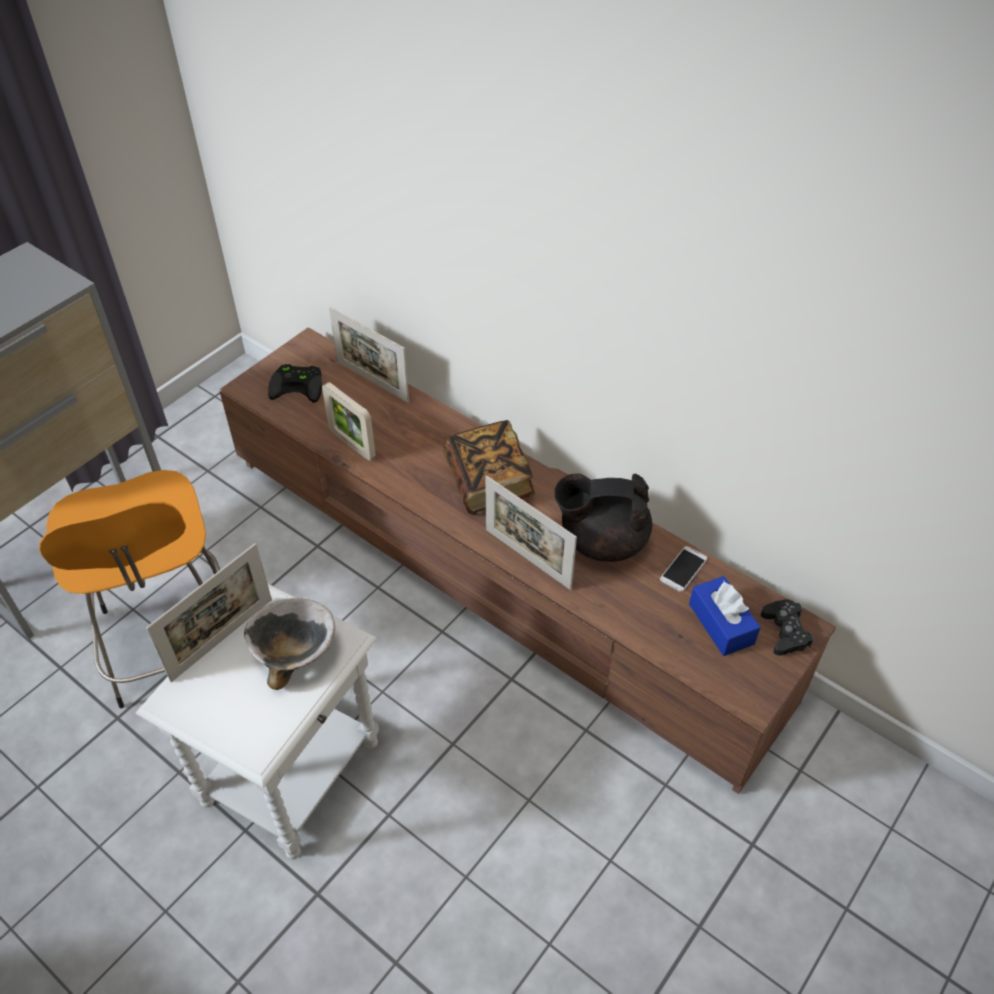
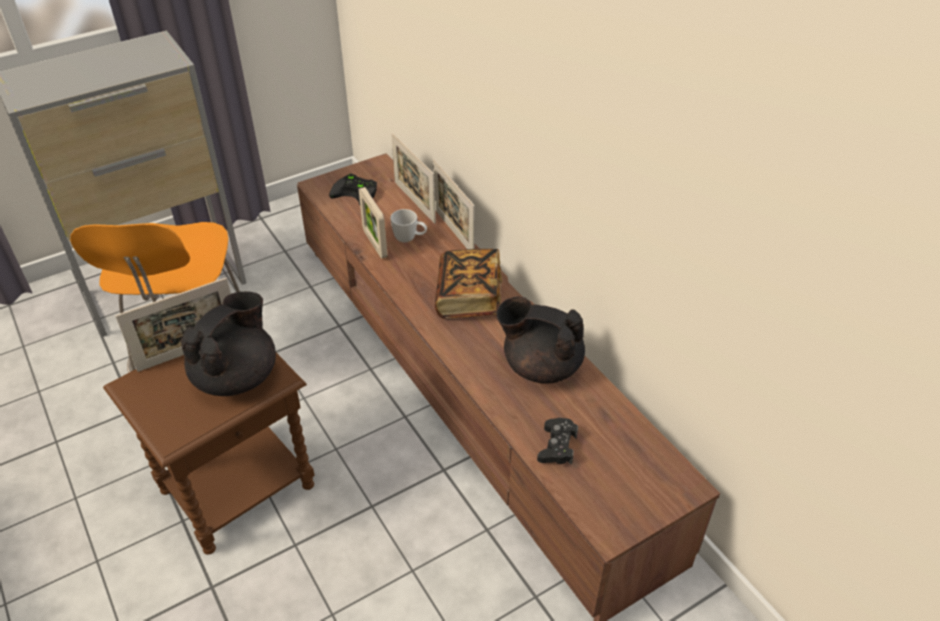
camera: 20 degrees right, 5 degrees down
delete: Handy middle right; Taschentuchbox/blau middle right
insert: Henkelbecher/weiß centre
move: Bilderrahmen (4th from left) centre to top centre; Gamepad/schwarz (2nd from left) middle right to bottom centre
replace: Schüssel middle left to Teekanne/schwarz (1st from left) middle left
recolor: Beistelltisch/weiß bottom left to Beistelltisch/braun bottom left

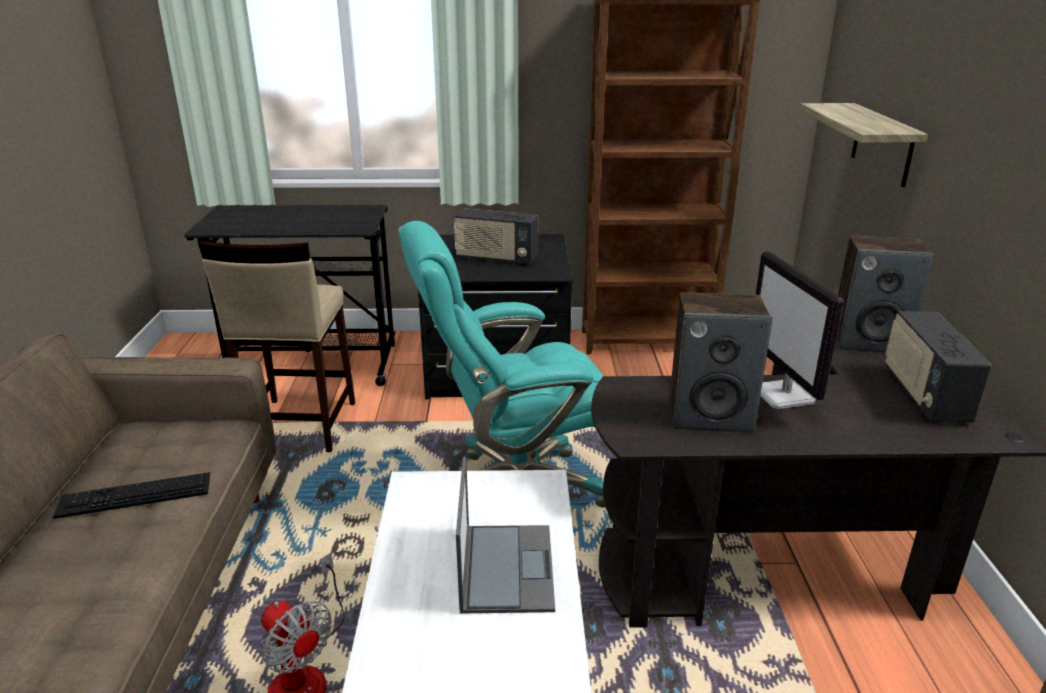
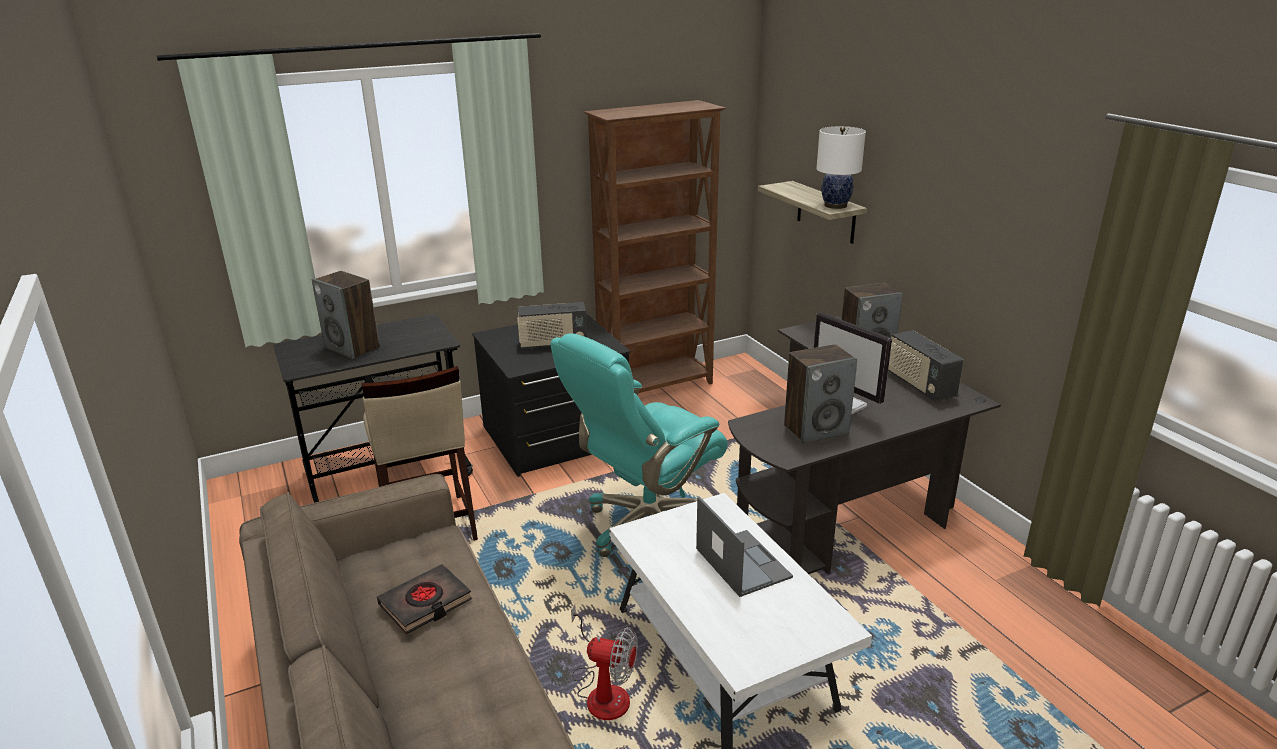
camera: 25 degrees left, 0 degrees up
insert: Lautsprecher (1st from left) middle left; Tischlampe/weiß top centre
replace: Tastatur bottom left to Buch/schwarz bottom left

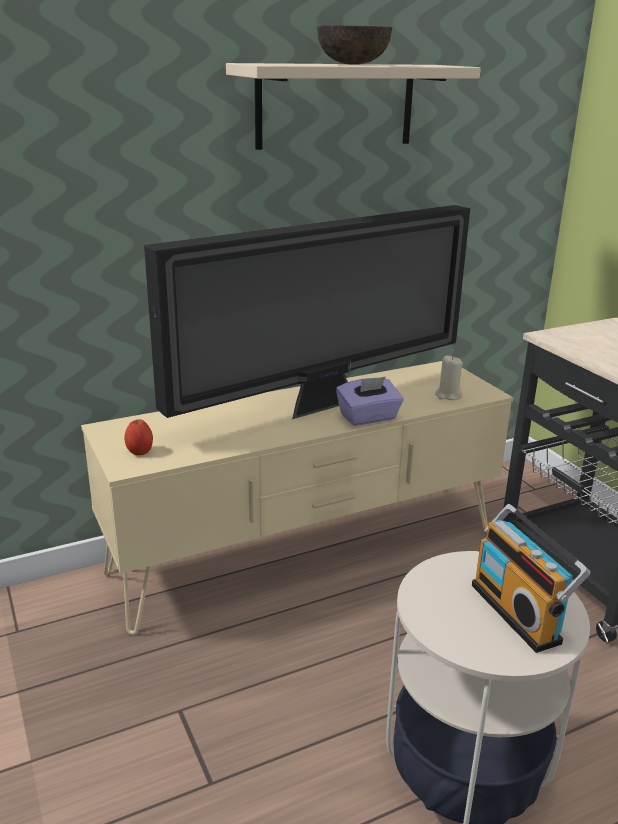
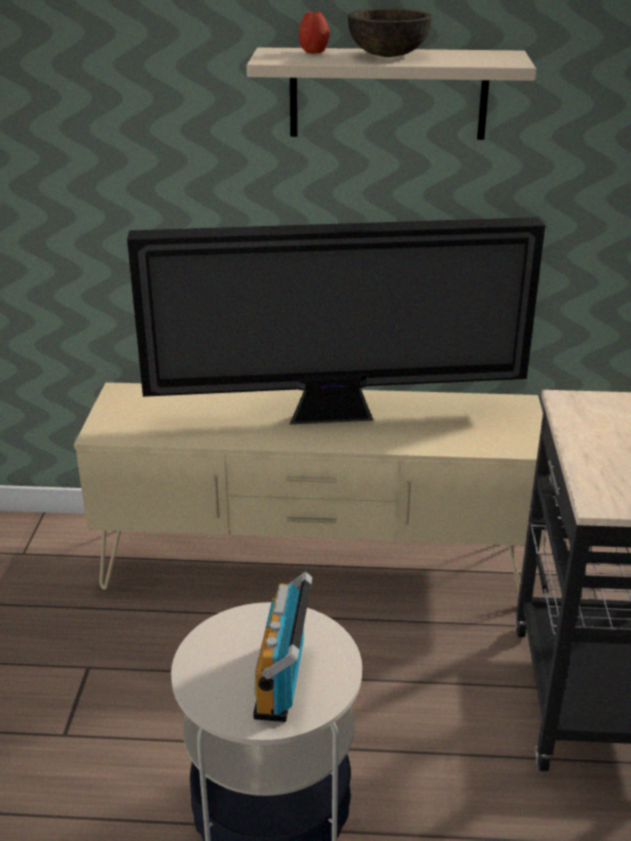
camera: 30 degrees right, 5 degrees up
delete: Taschentuchbox/lila centre; Kerze/beige middle right
move: Apfel middle left to top centre

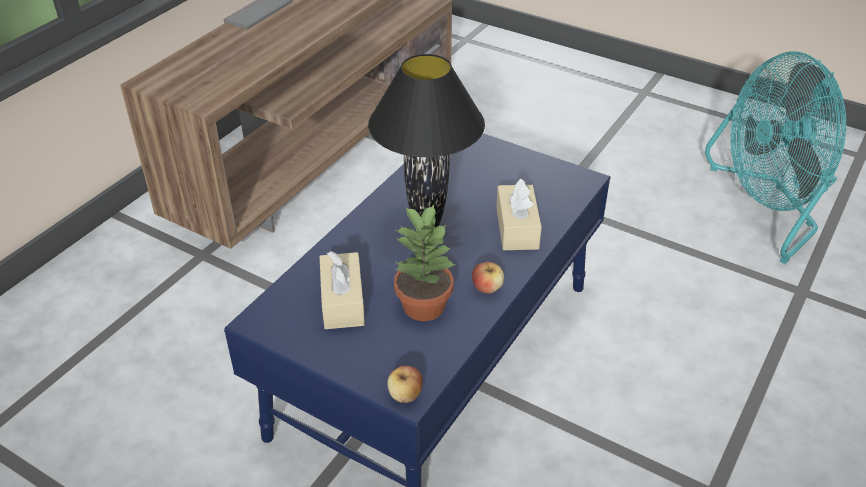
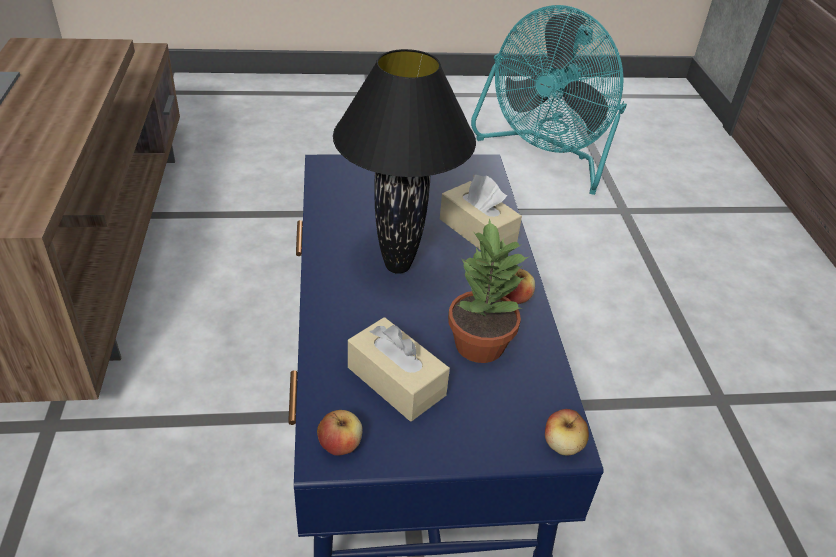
camera: 40 degrees left, 0 degrees up
insert: Apfel (1st from left) bottom centre

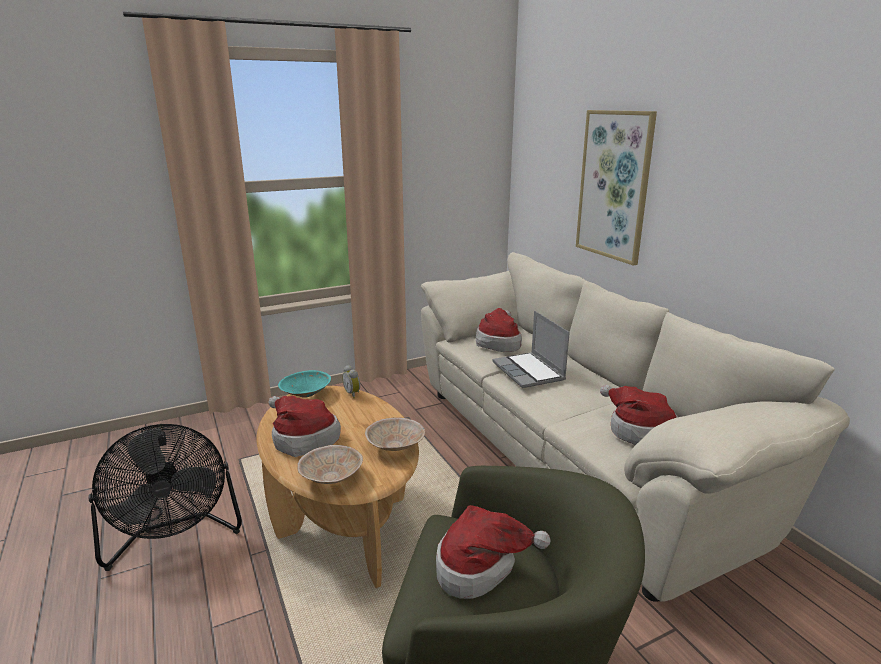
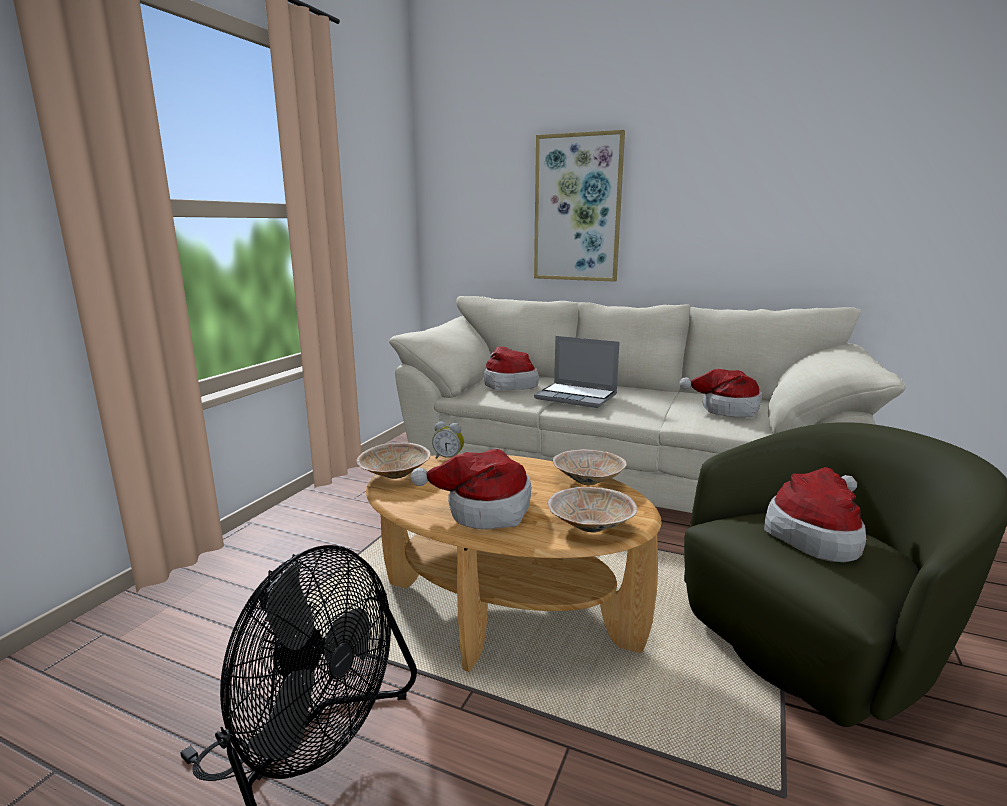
camera: 40 degrees left, 5 degrees down
recolor: Schüssel/türkis centre to Schüssel/beige (1st from left) centre

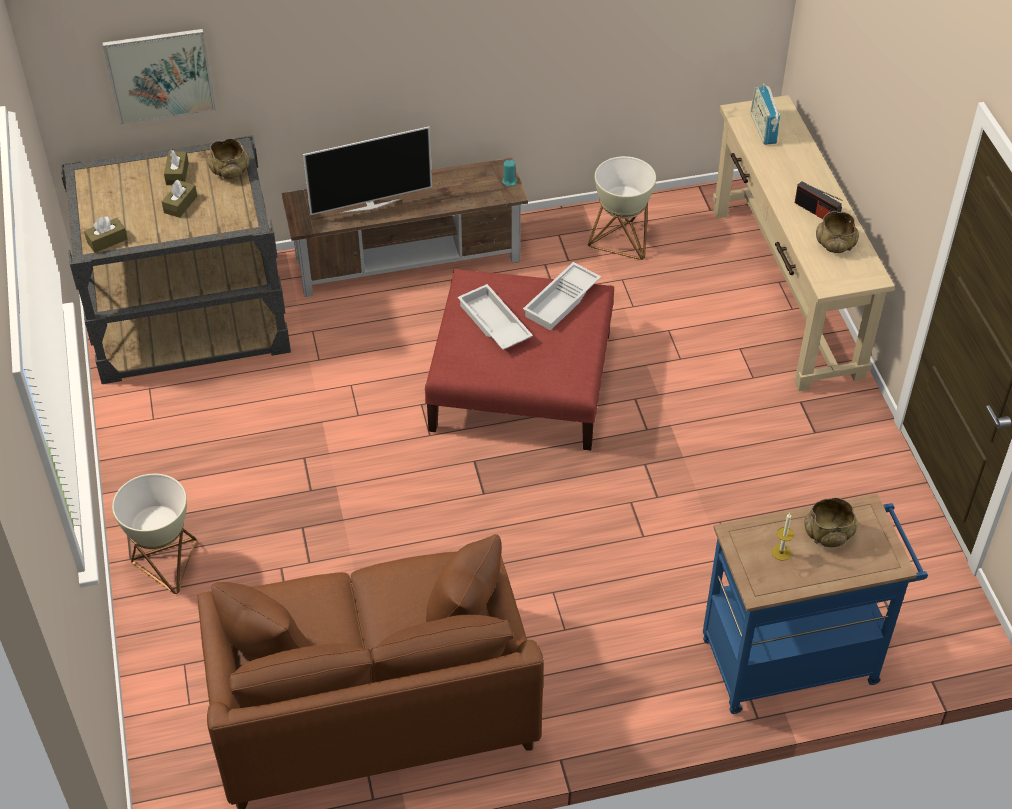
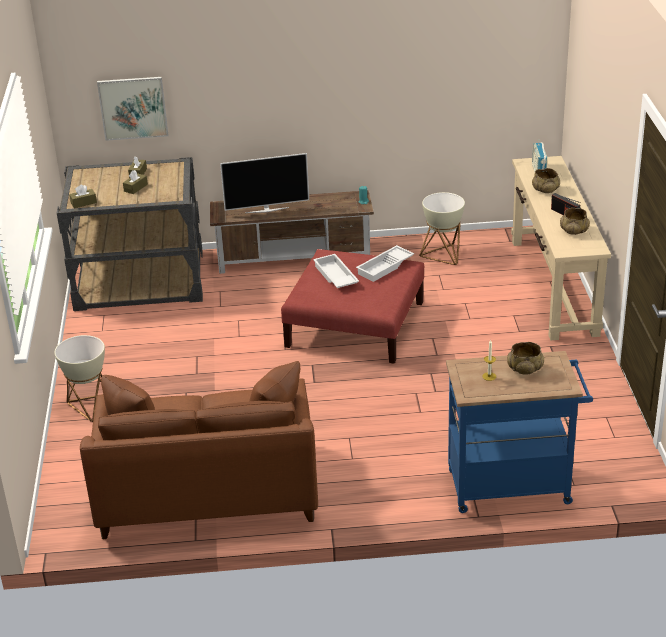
camera: 10 degrees right, 15 degrees down
move: Schüssel/beige (1st from left in the first image) top left to Schüssel/beige (2nd from left) top right

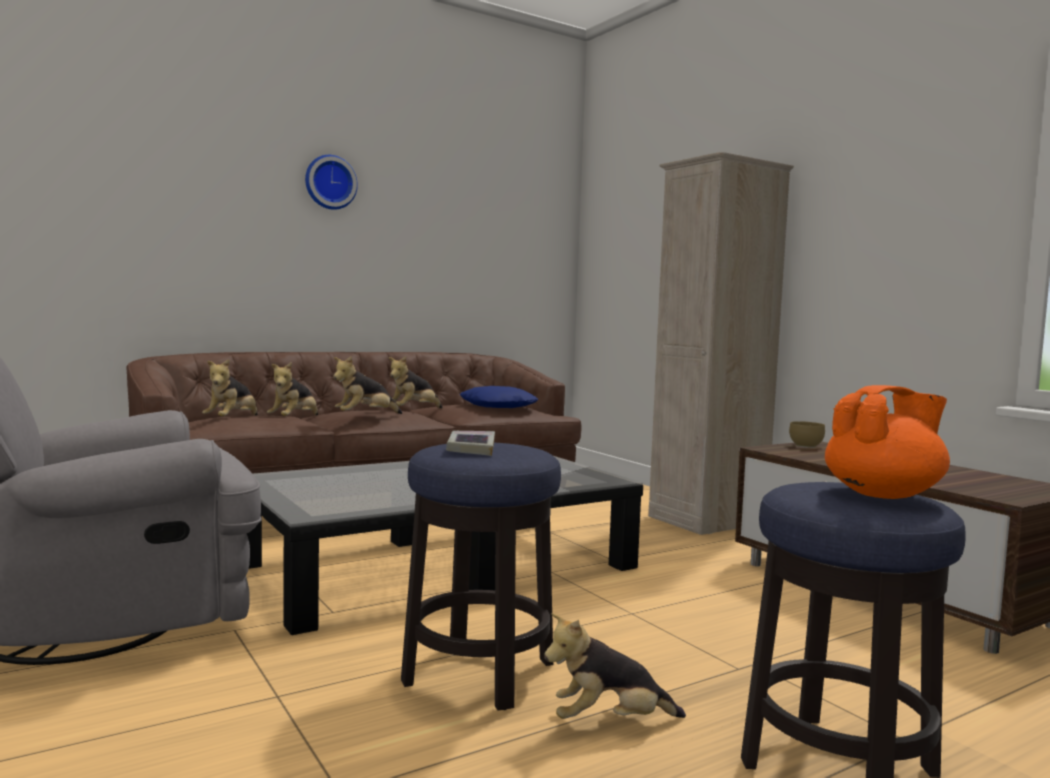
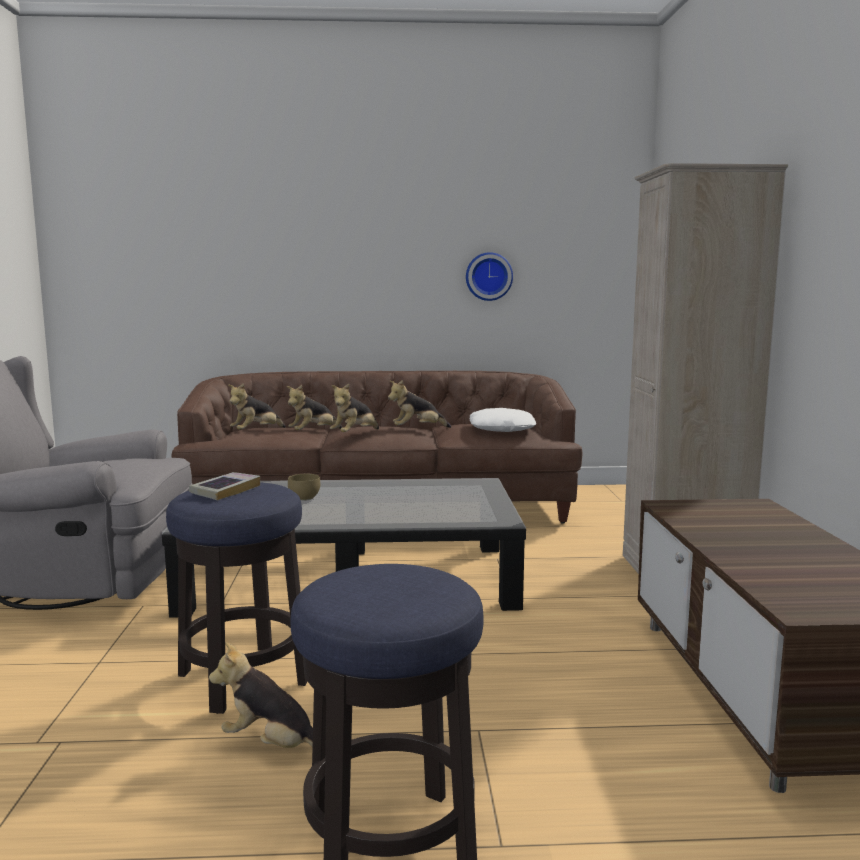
camera: 30 degrees right, 5 degrees up
delete: Teekanne/orange middle right
move: Wanduhr top left to top centre; Schüssel/braun middle right to centre
recolor: Kissen/blau centre to Kissen/weiß centre
rotate: Plüschtier (3rd from left in the first image) centre = centre 45 degrees counterclockwise

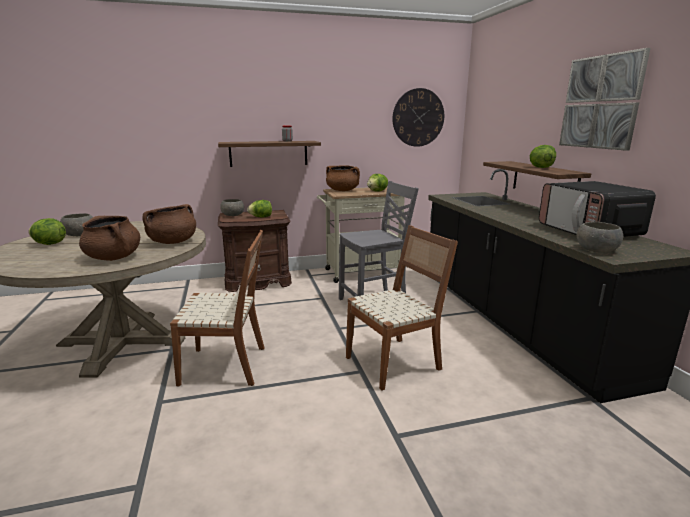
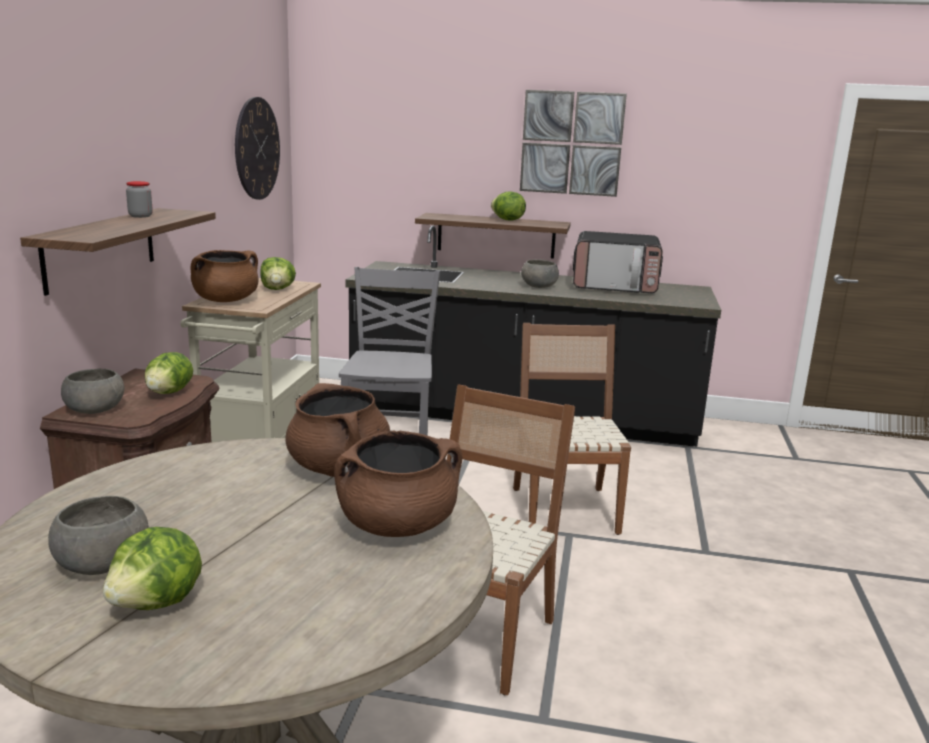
camera: 65 degrees left, 0 degrees up
move: Schüssel/grau (3rd from left) middle right to centre

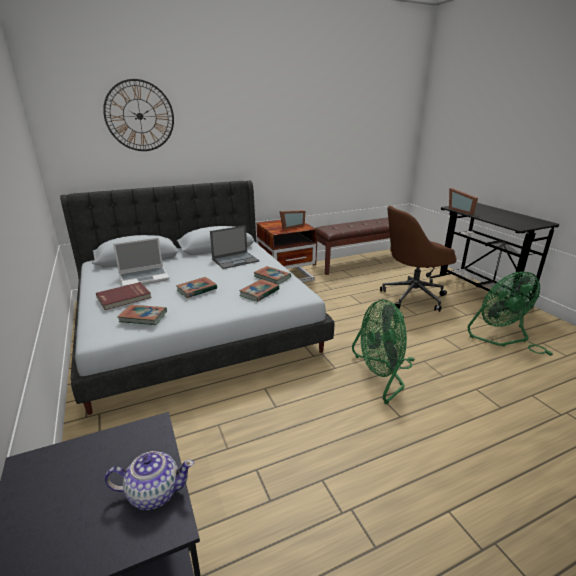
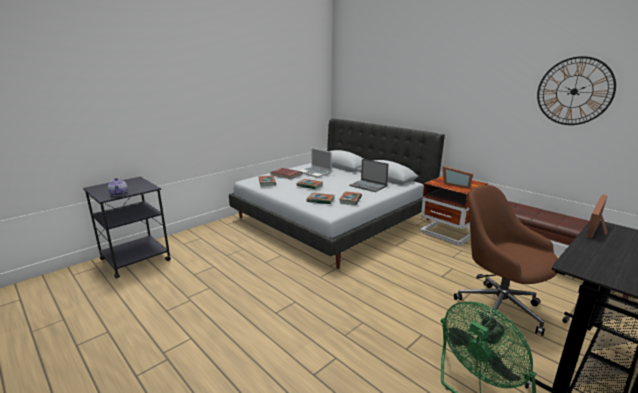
camera: 70 degrees right, 5 degrees down
delete: Ventilator/grün (1st from left) centre
move: Wanduhr top left to top right

